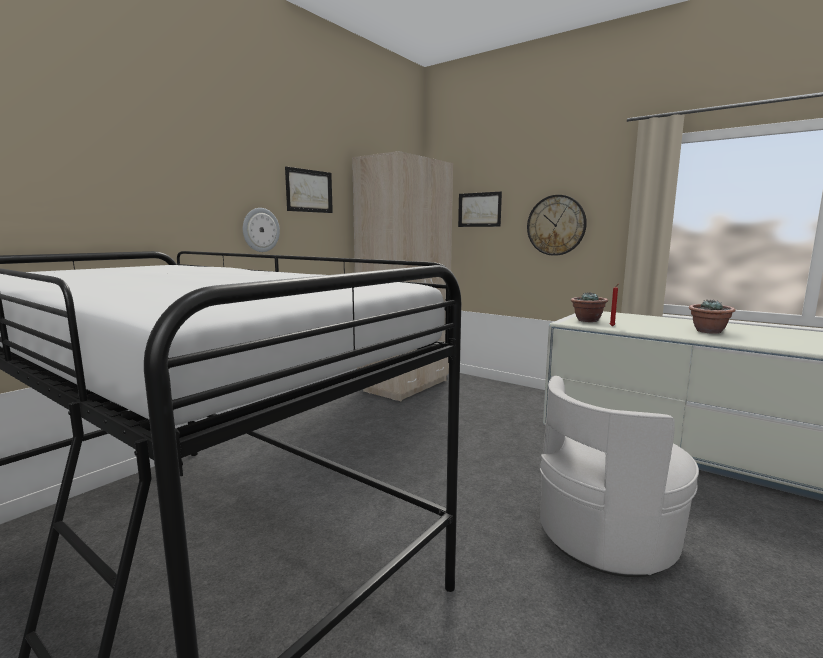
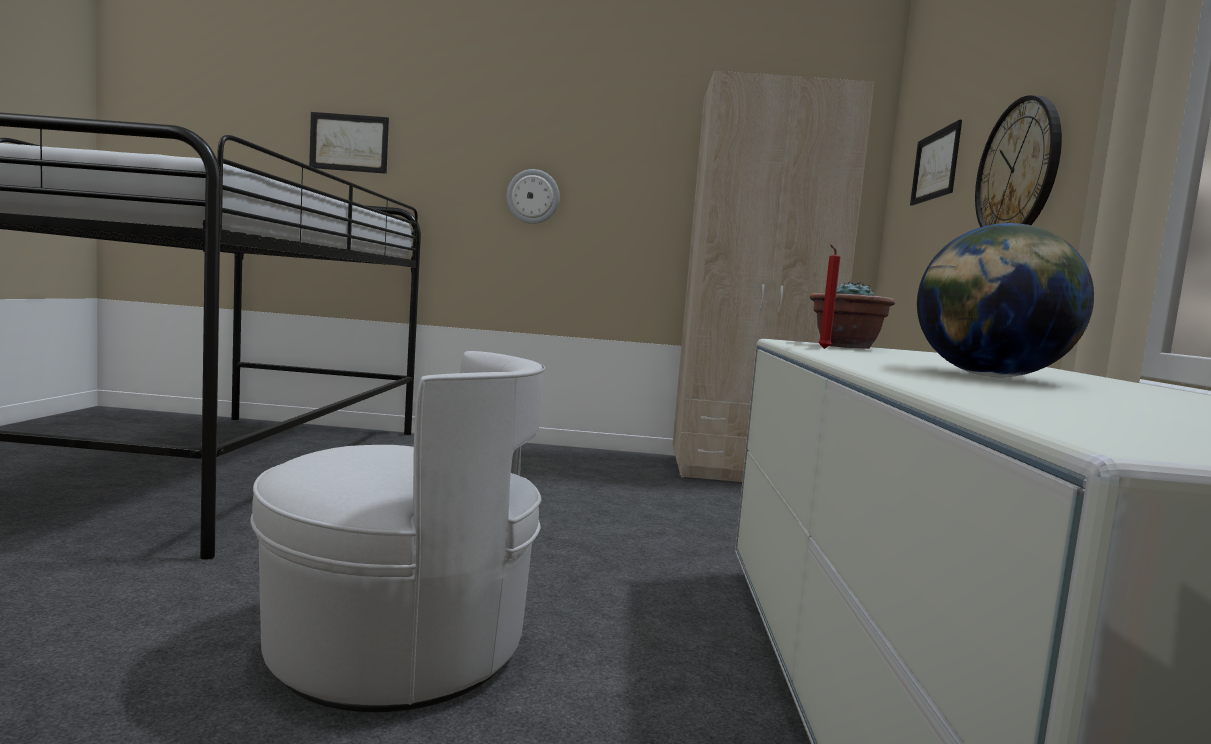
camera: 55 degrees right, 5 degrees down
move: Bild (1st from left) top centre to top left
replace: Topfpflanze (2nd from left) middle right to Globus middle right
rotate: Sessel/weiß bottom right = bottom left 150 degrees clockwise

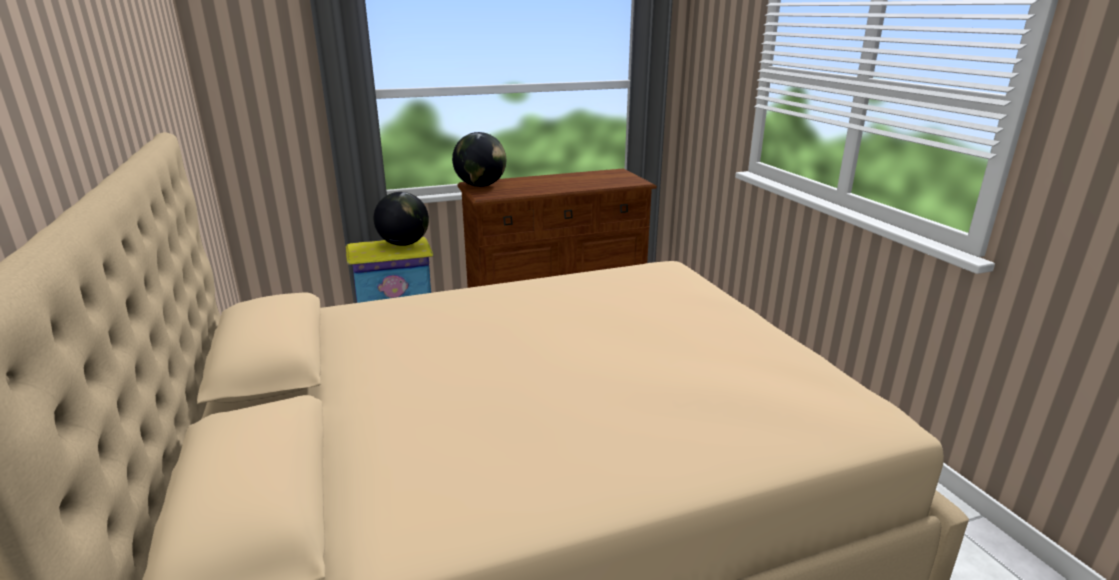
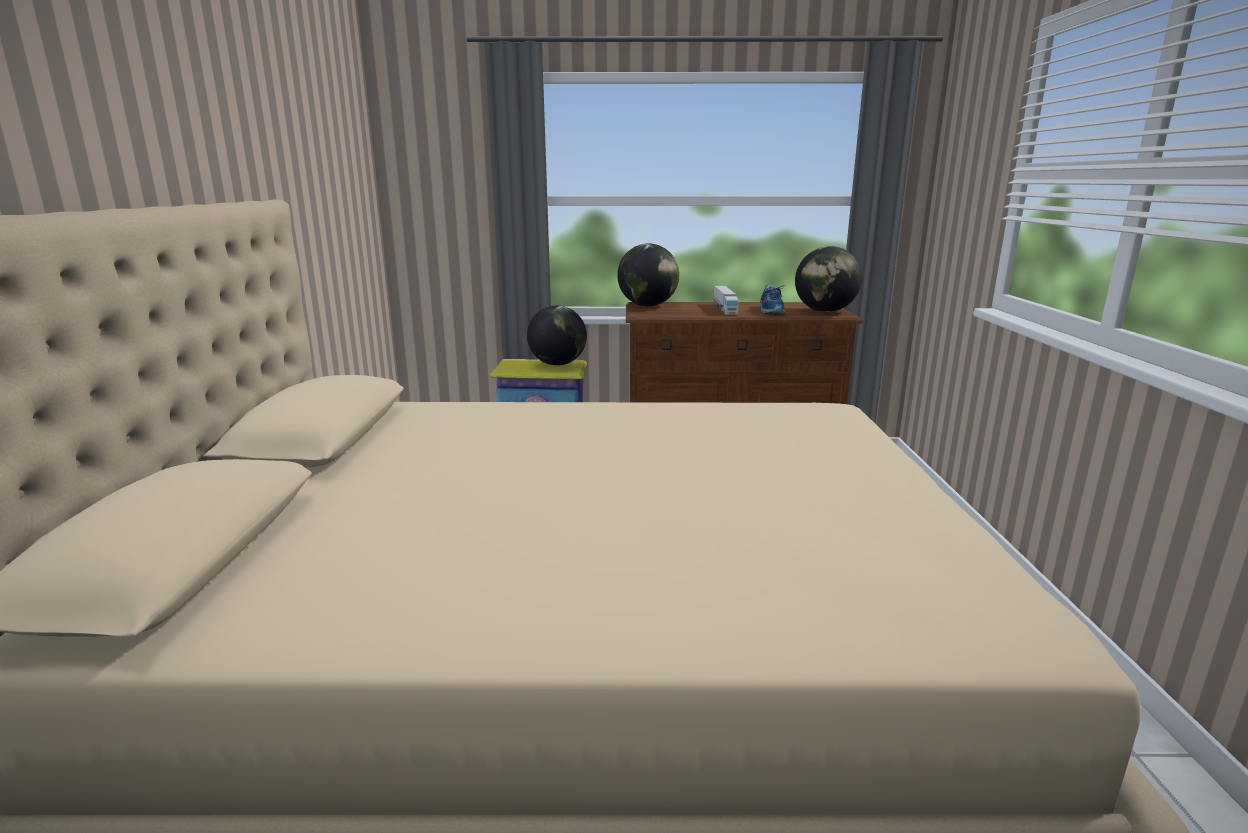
camera: 20 degrees right, 5 degrees down
insert: Spielzeuglaster centre; Schuh centre; Globus (3rd from left) centre

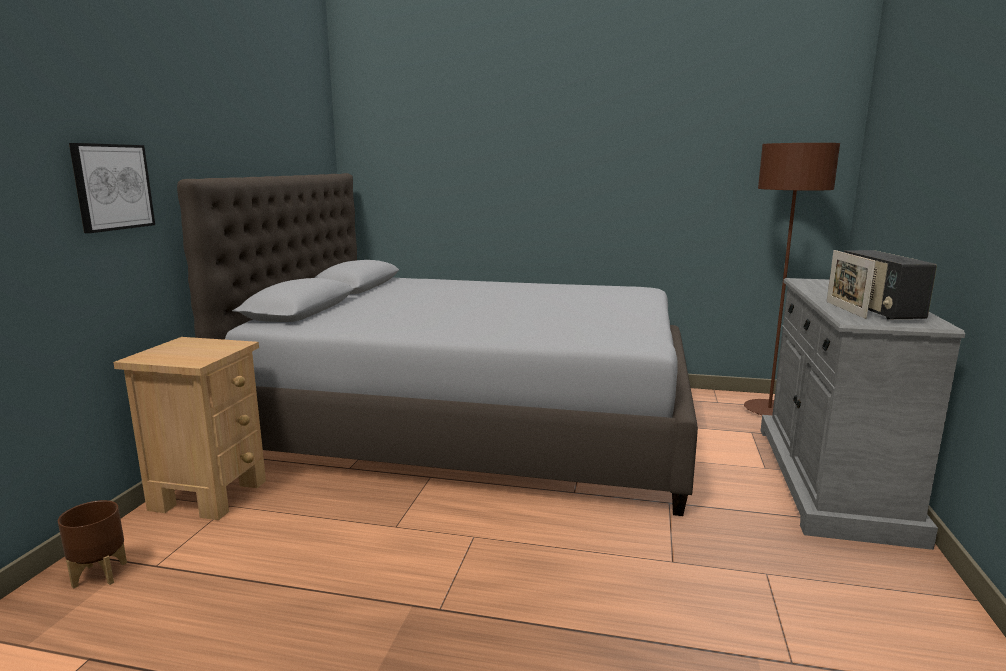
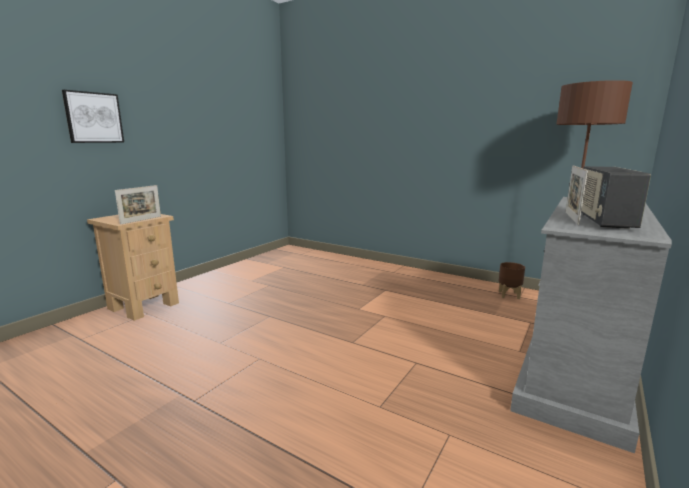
camera: 20 degrees right, 0 degrees up
delete: Bett/grau centre
insert: Bilderrahmen (1st from left) middle left
move: Pflanzkübel/braun bottom left to middle right

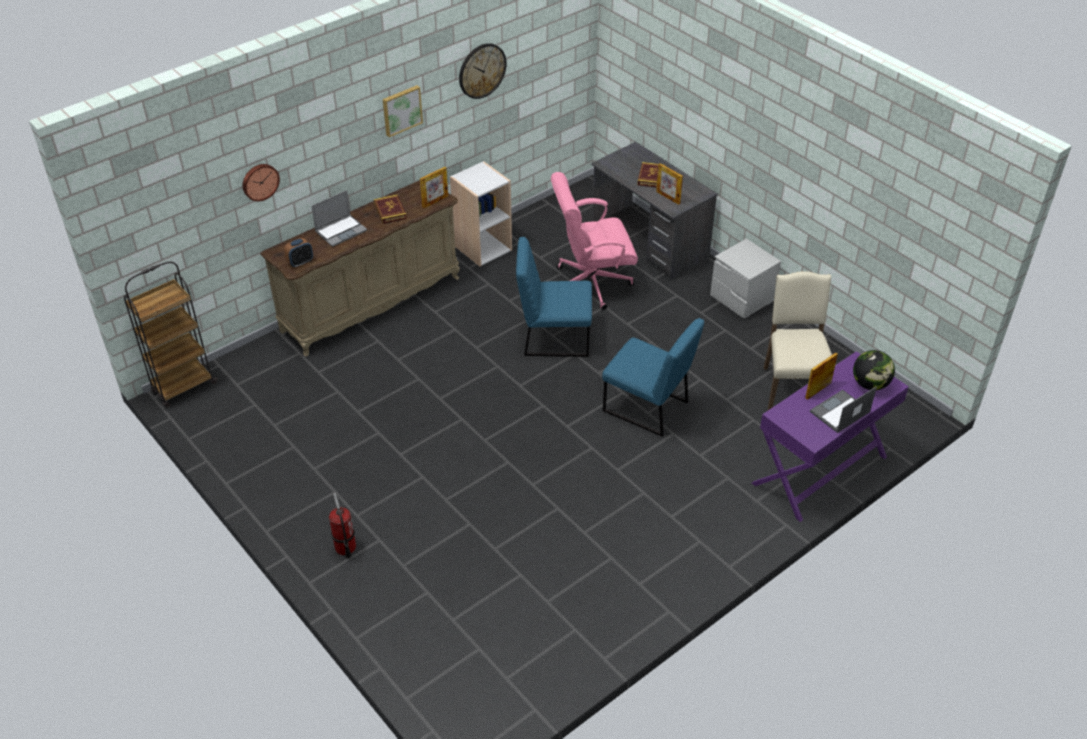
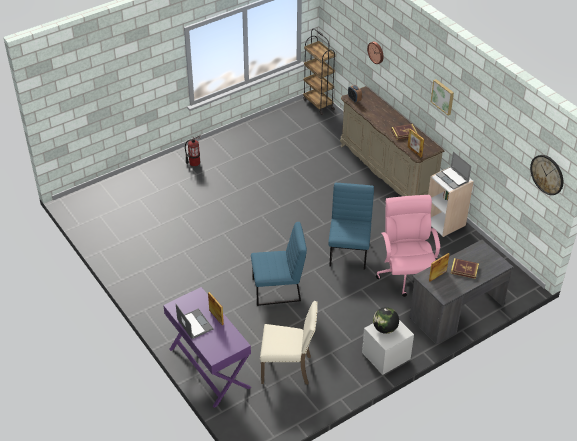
camera: 95 degrees right, 0 degrees up
move: Laptop (1st from left in the first image) top left to Laptop (2nd from left) middle right; Wanduhr (2nd from left) top centre to middle right; Globus middle right to bottom right
rotate: Stuhl/blau (2nd from left in the first image) centre = centre 135 degrees counterclockwise

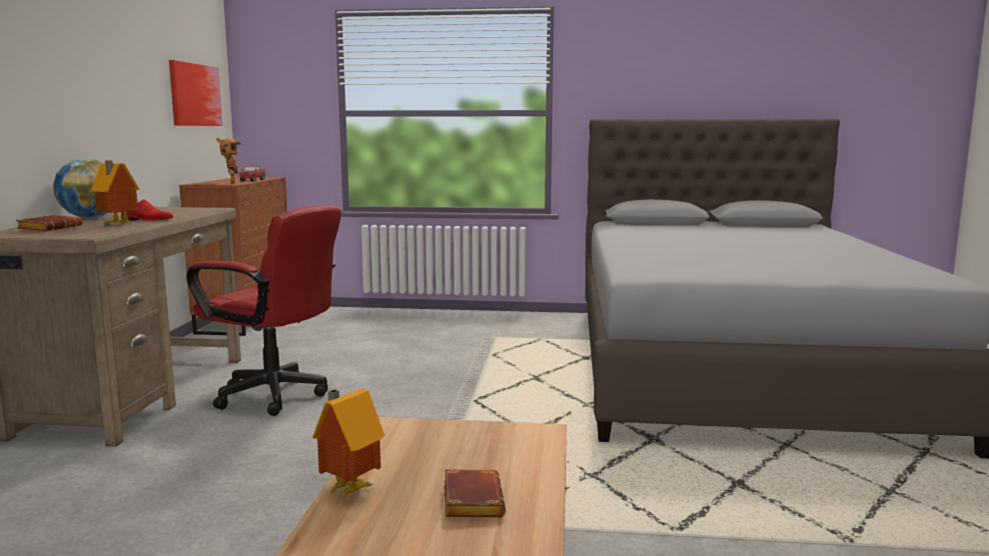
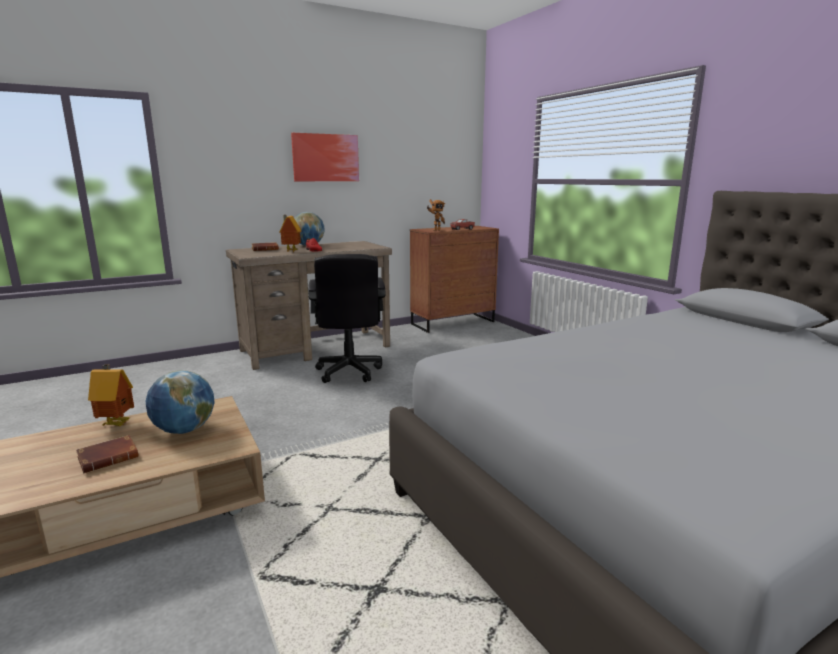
camera: 55 degrees right, 5 degrees up
insert: Globus (1st from left) middle left
move: Bild top left to top centre
recolor: Bürostuhl/rot middle left to Bürostuhl/schwarz centre

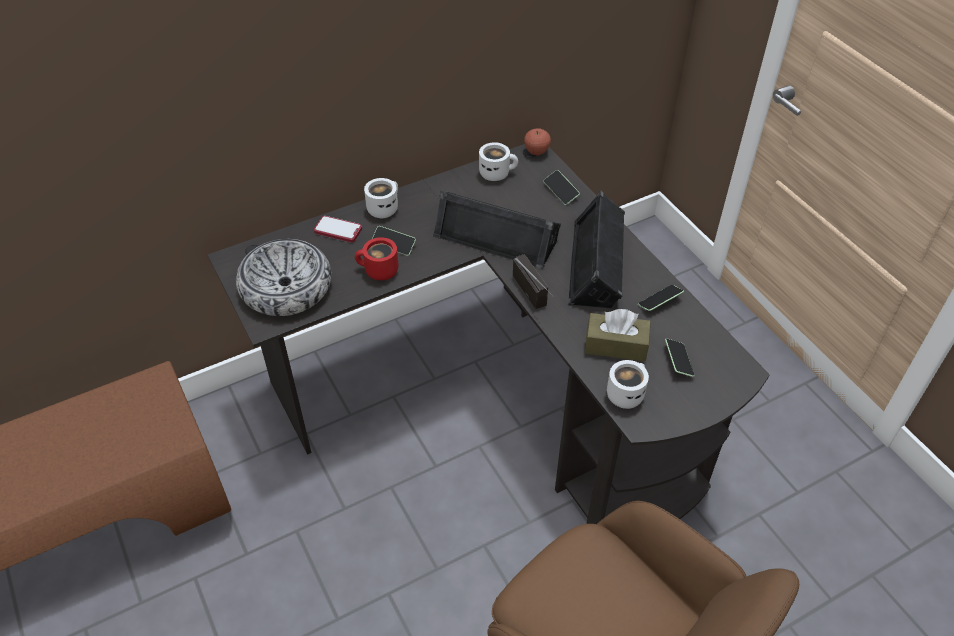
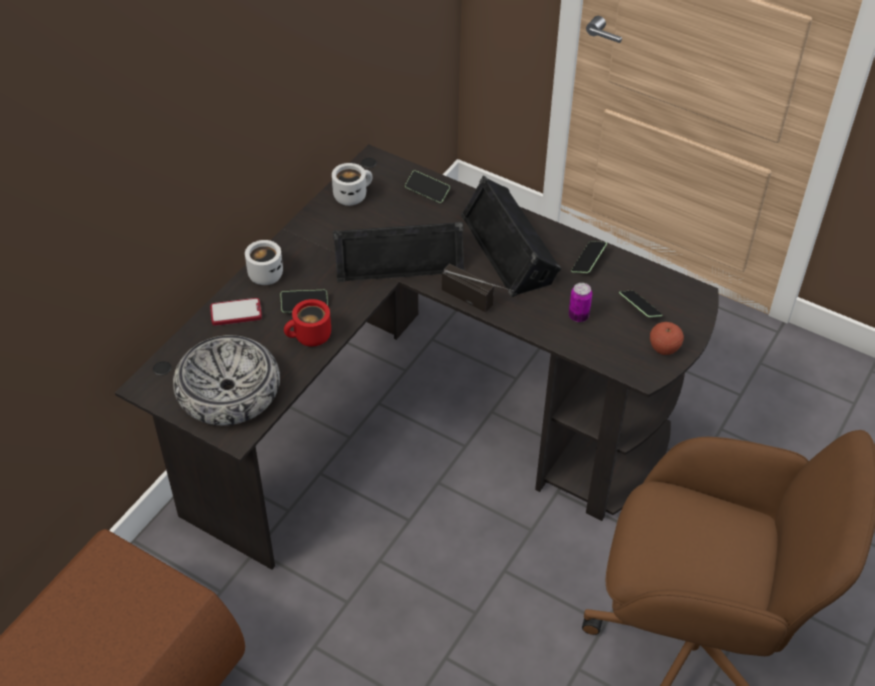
camera: 30 degrees left, 0 degrees up
delete: Henkelbecher/weiß (3rd from left) centre
move: Apfel top centre to middle right
replace: Taschentuchbox/braun centre to Dose centre

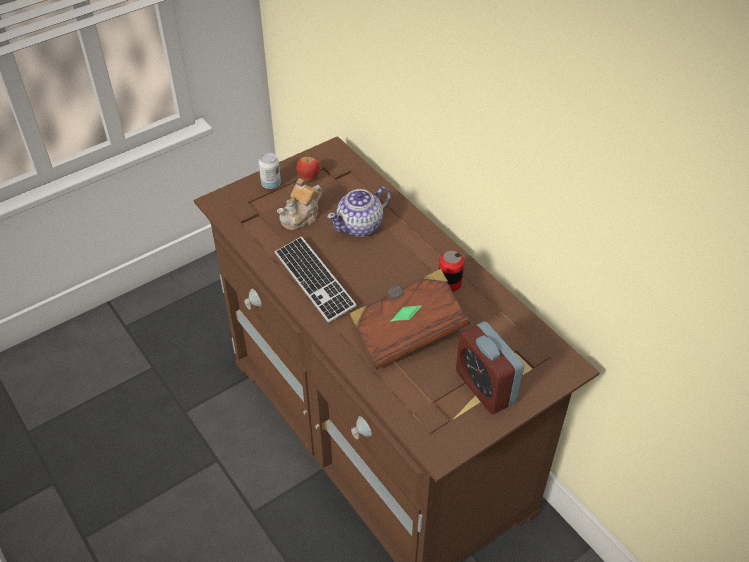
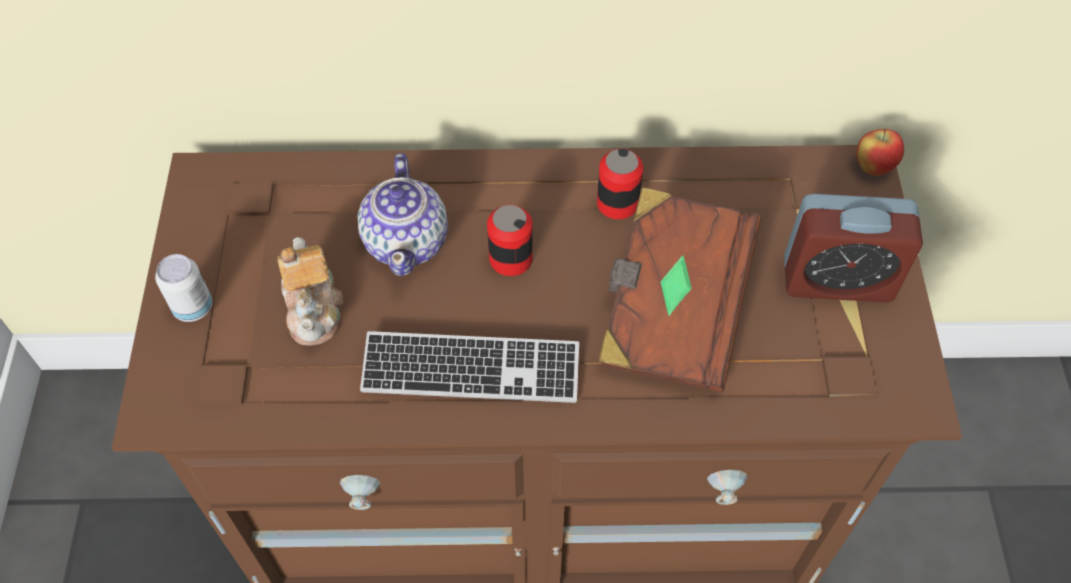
camera: 55 degrees left, 10 degrees up
insert: Dose (2nd from left) centre
move: Apfel top centre to top right

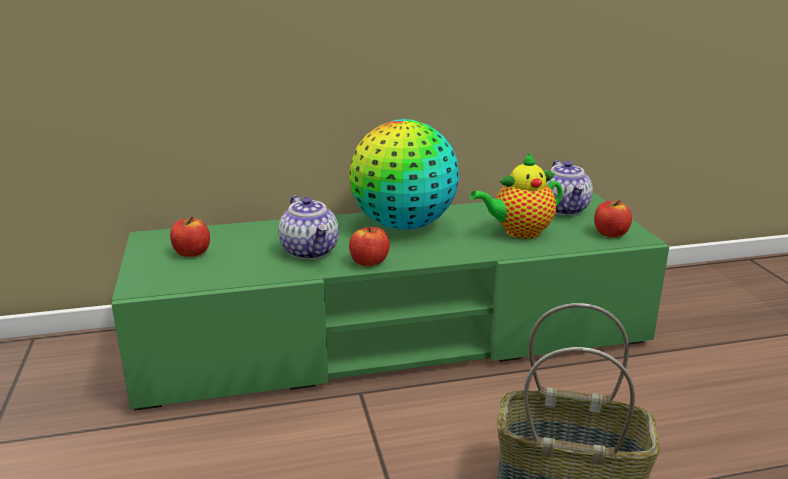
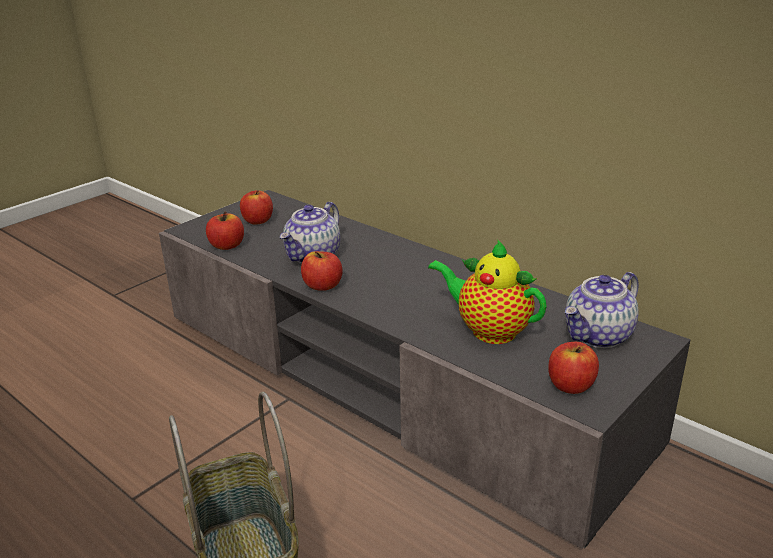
camera: 55 degrees right, 5 degrees up
delete: Globus centre
insert: Apfel (1st from left) middle left
recolor: Fernsehschrank/grün centre to Fernsehschrank/grau centre

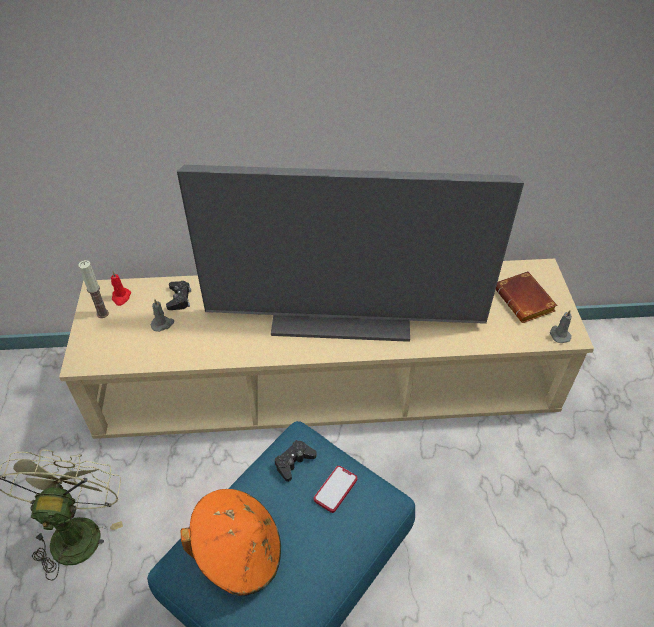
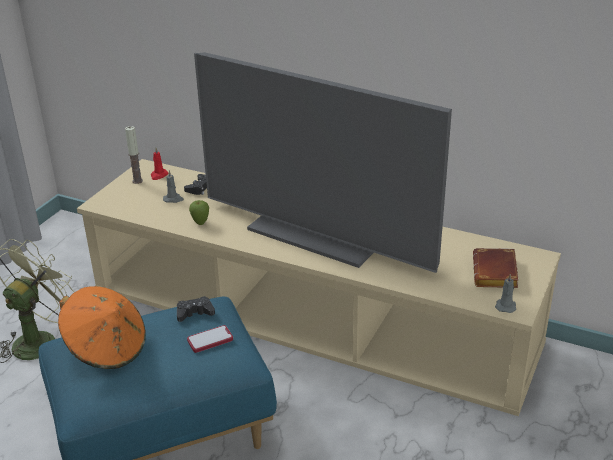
camera: 30 degrees right, 15 degrees down
insert: Apfel middle left

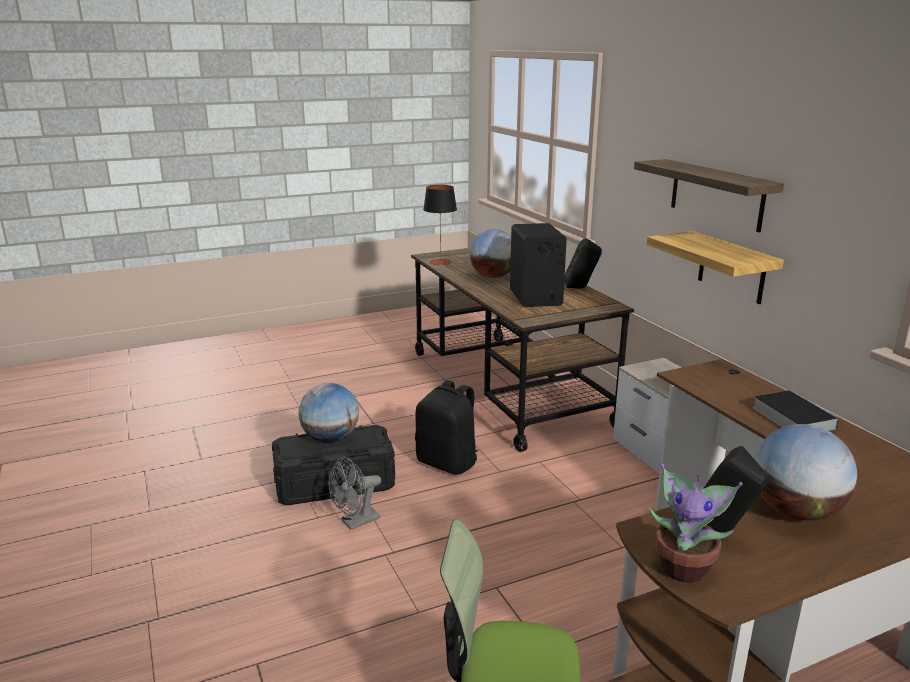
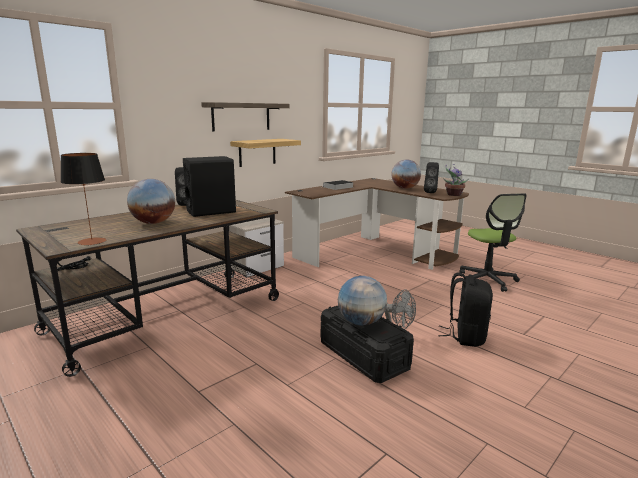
camera: 110 degrees left, 5 degrees down
move: Rucksack/schwarz centre to middle right

